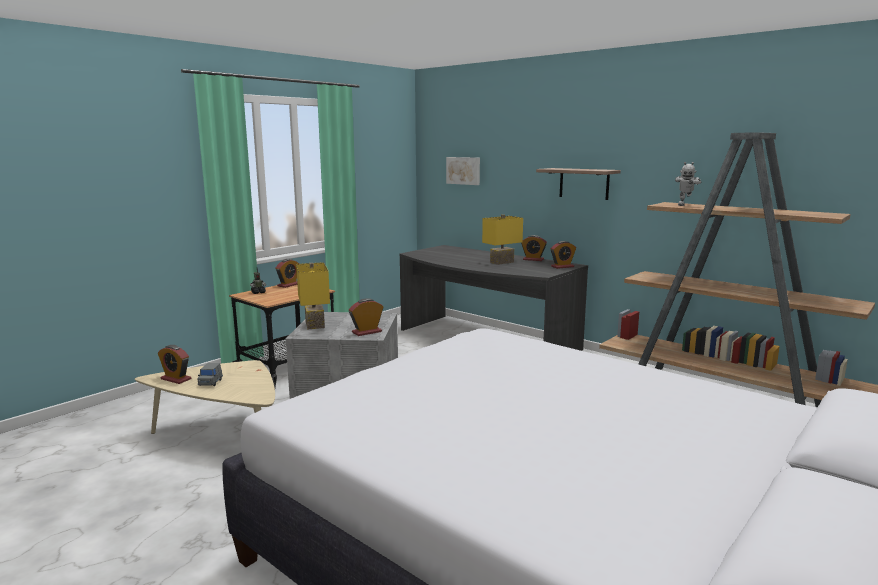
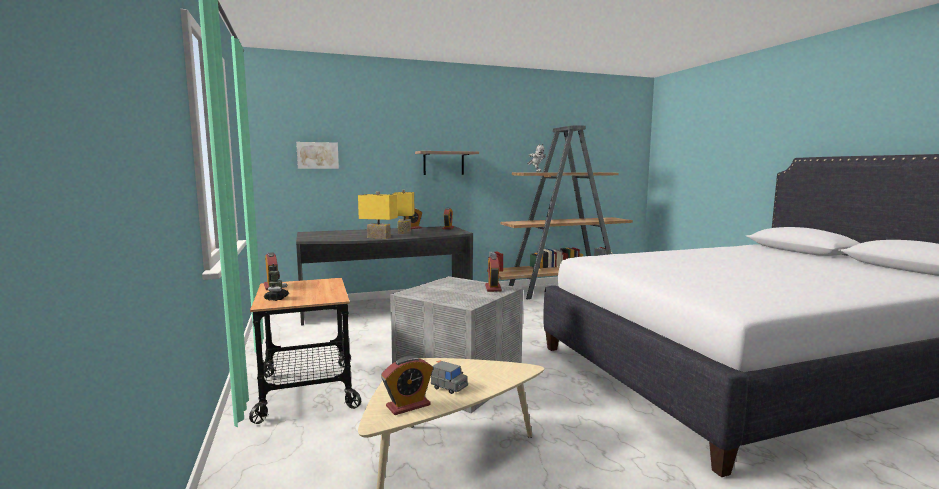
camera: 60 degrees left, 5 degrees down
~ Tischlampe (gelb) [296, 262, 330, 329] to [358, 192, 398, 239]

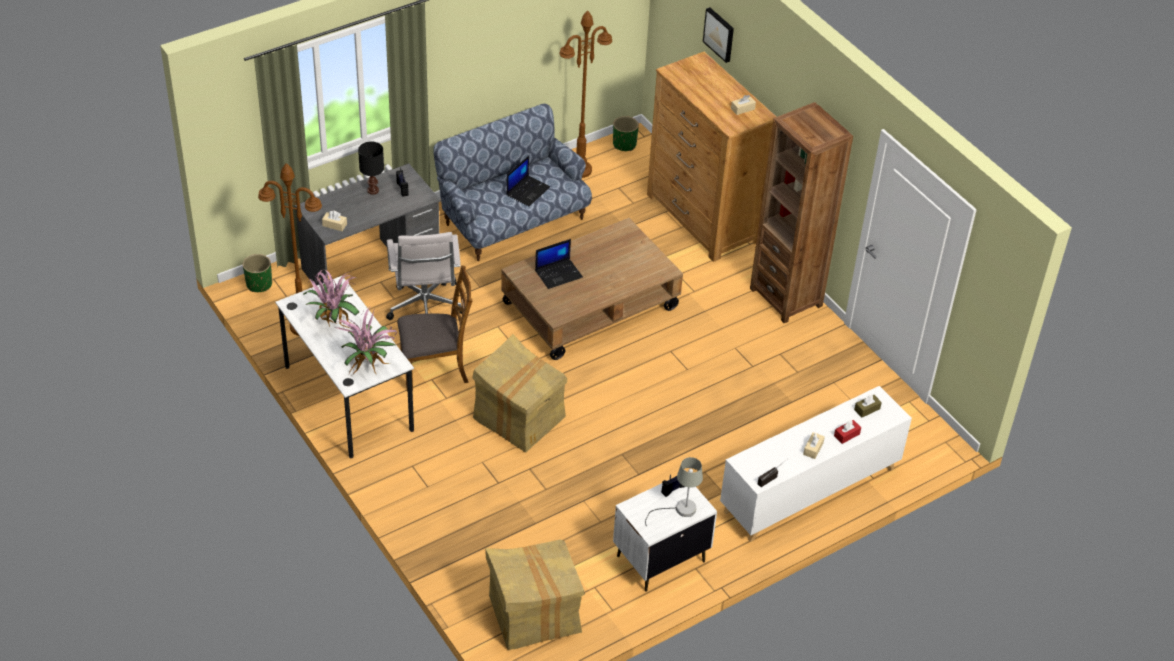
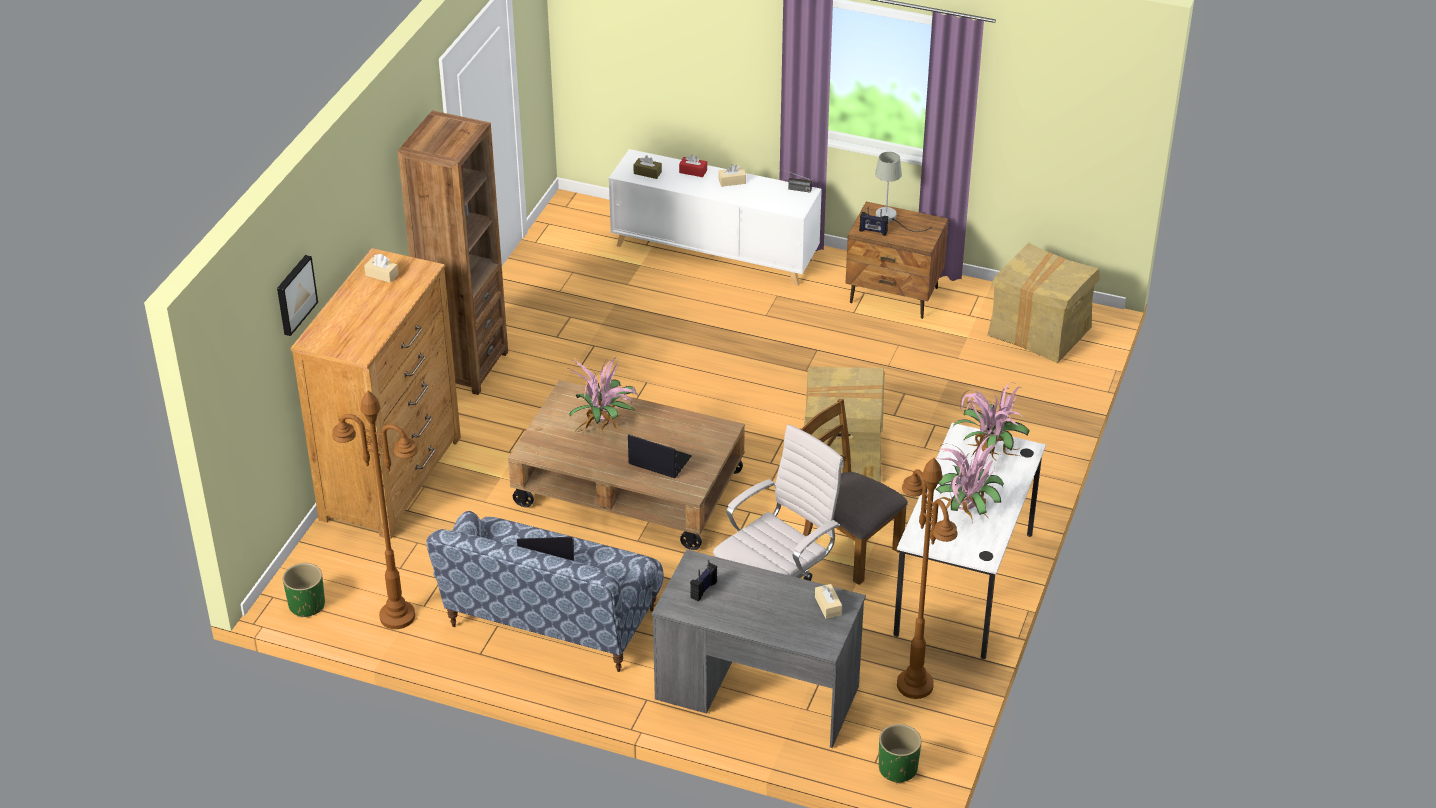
camera: 125 degrees left, 5 degrees down
- Tischlampe (schwarz) [358, 142, 384, 195]
~ Nachttisch (weiß) [613, 480, 717, 592] to Nachttisch (braun) [846, 202, 948, 319]
+ Topfpflanze [569, 357, 638, 436]

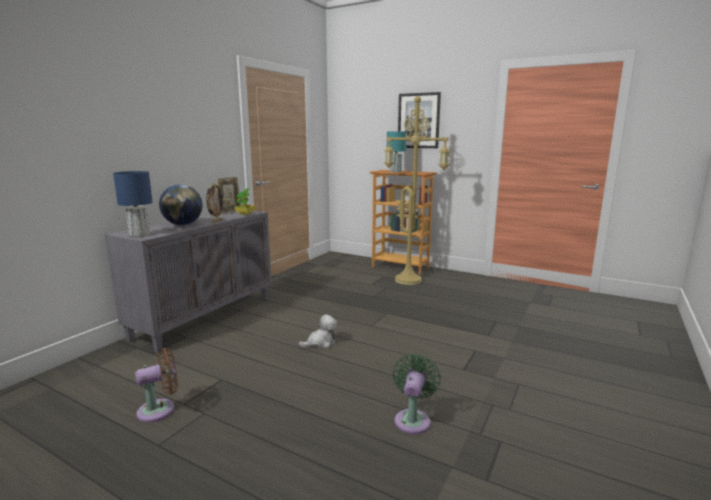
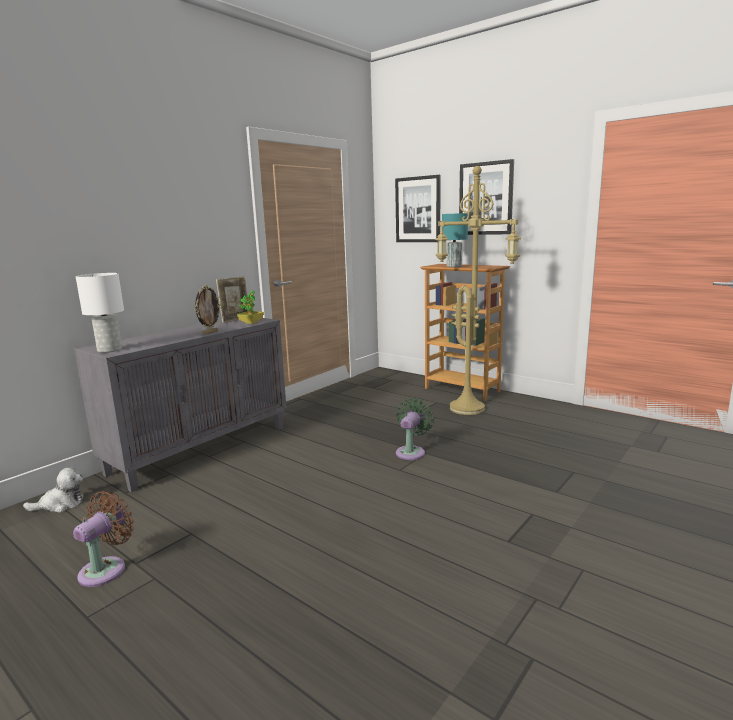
camera: 10 degrees right, 0 degrees up
~ Tischlampe (blau) [113, 171, 153, 237] to Tischlampe (weiß) [76, 273, 124, 353]
~ Ventilator (braun) [135, 348, 178, 422] = [73, 491, 134, 587] 45 degrees counterclockwise
- Globus [159, 184, 203, 225]
~ Plüschtier [298, 315, 337, 348] to [23, 467, 84, 513]
~ Ventilator (grün) [393, 354, 441, 434] to [396, 398, 434, 460]
+ Bild [395, 175, 441, 242]

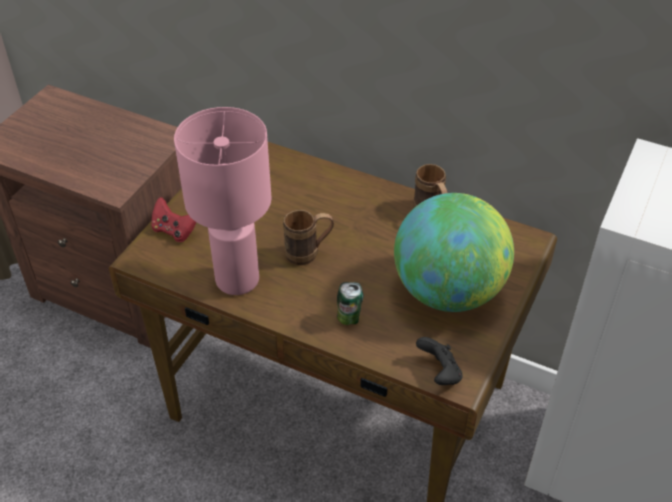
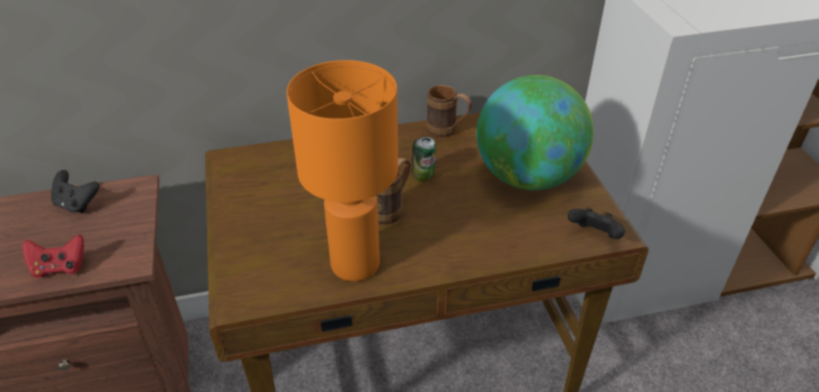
camera: 40 degrees left, 5 degrees down
~ Gamepad (rot) [151, 197, 197, 242] to [23, 235, 84, 278]
~ Tischlampe (rosa) [174, 107, 272, 295] to Tischlampe (orange) [287, 60, 398, 281]
~ Dose [337, 282, 364, 325] to [411, 137, 436, 181]
+ Gamepad (schwarz) [51, 170, 99, 213]

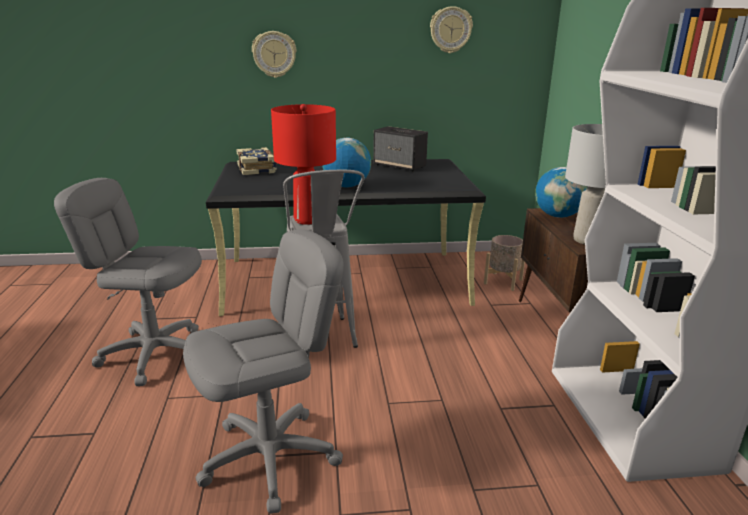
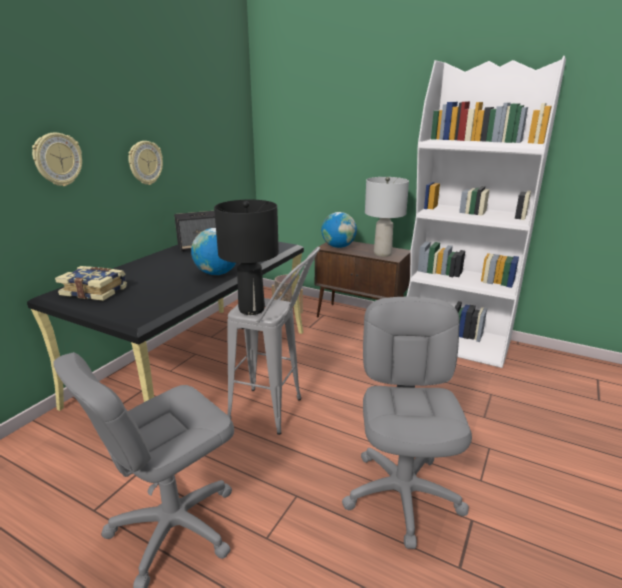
camera: 55 degrees left, 0 degrees up
~ Tischlampe (rot) [271, 104, 336, 225] to Tischlampe (schwarz) [214, 200, 279, 315]
~ Wanduhr [430, 6, 473, 53] to [128, 141, 163, 185]

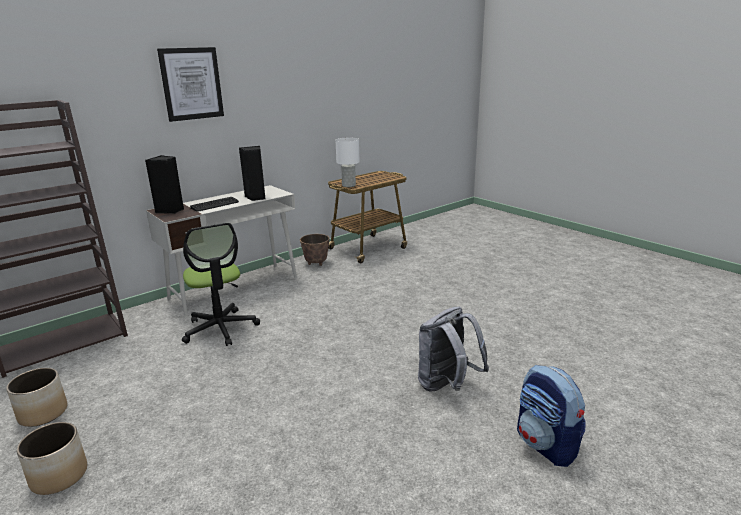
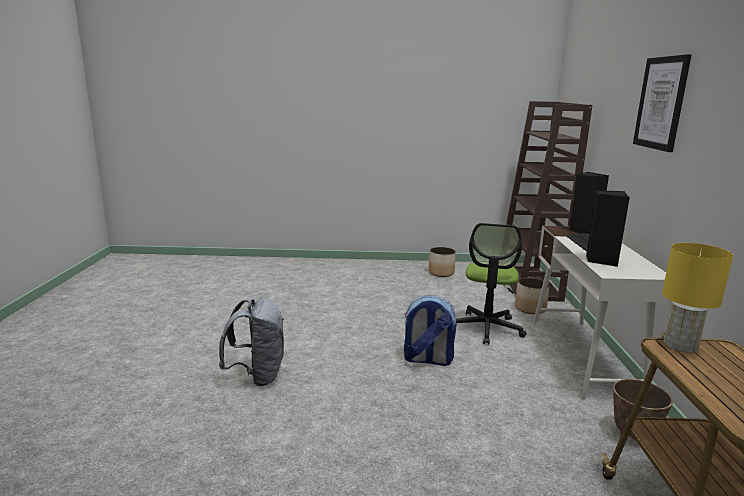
camera: 130 degrees right, 5 degrees down
~ Pflanzkübel [16, 422, 87, 495] to [515, 278, 550, 314]
~ Bürostuhl [182, 223, 260, 346] = [456, 223, 527, 345] 90 degrees counterclockwise
~ Tischlampe (weiß) [336, 138, 360, 187] to Tischlampe (gelb) [662, 243, 733, 353]
~ Rucksack [517, 365, 586, 467] to [404, 295, 456, 366]

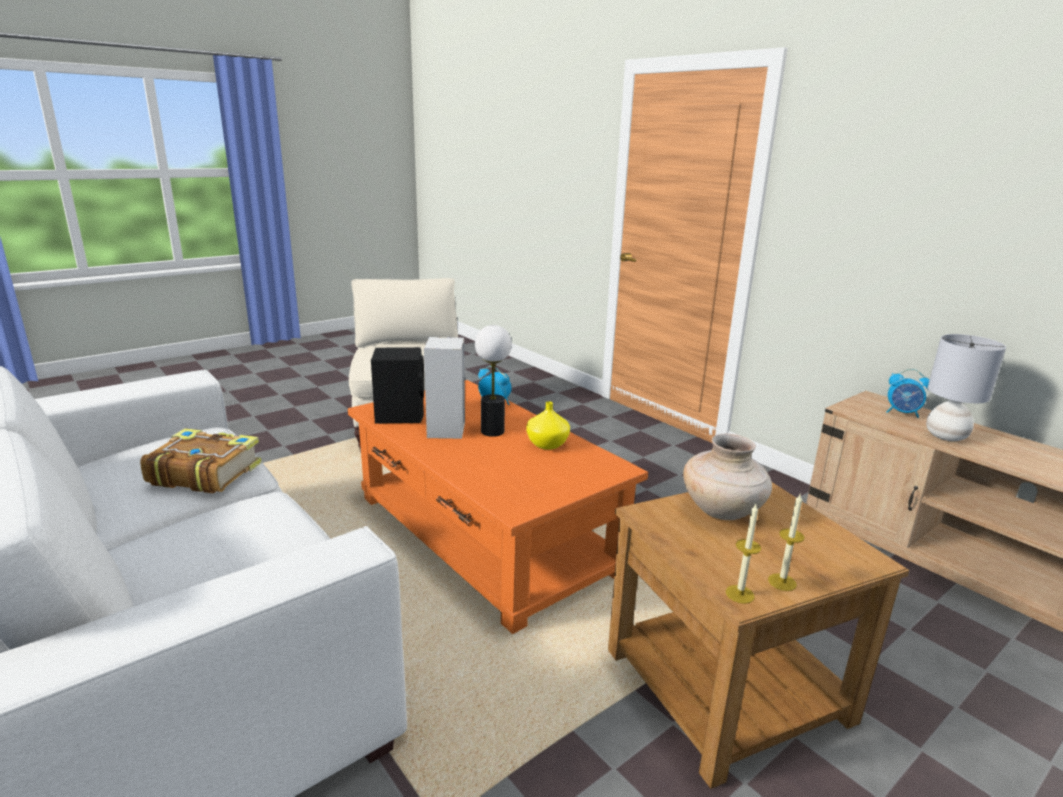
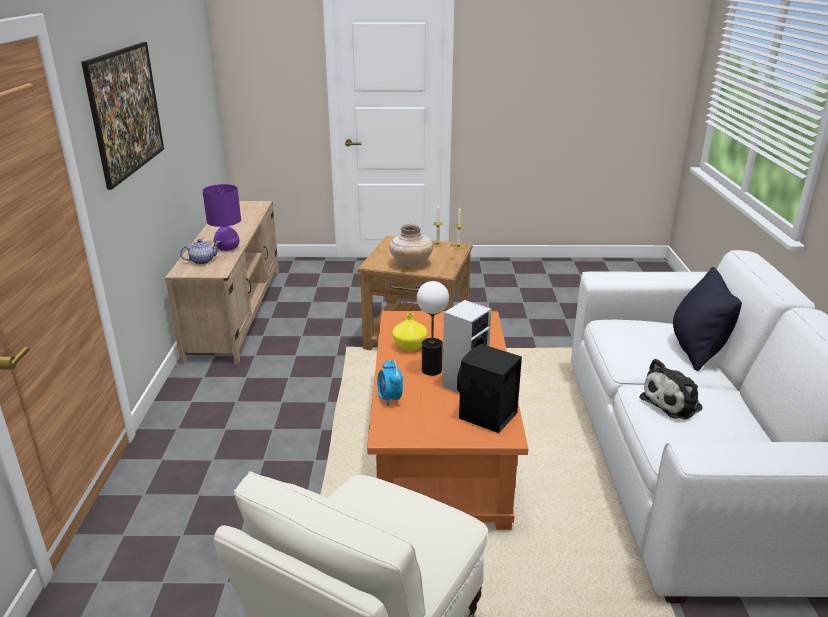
camera: 140 degrees left, 5 degrees up
~ Buch [140, 428, 262, 493] to Plüschtier [639, 359, 703, 420]
~ Wecker [887, 369, 930, 418] to Teekanne [180, 239, 220, 265]
~ Tischlampe (grau) [926, 334, 1006, 441] to Tischlampe (lila) [202, 184, 241, 251]
+ Bild [81, 42, 164, 190]
+ Kissen (schwarz) [673, 267, 742, 371]

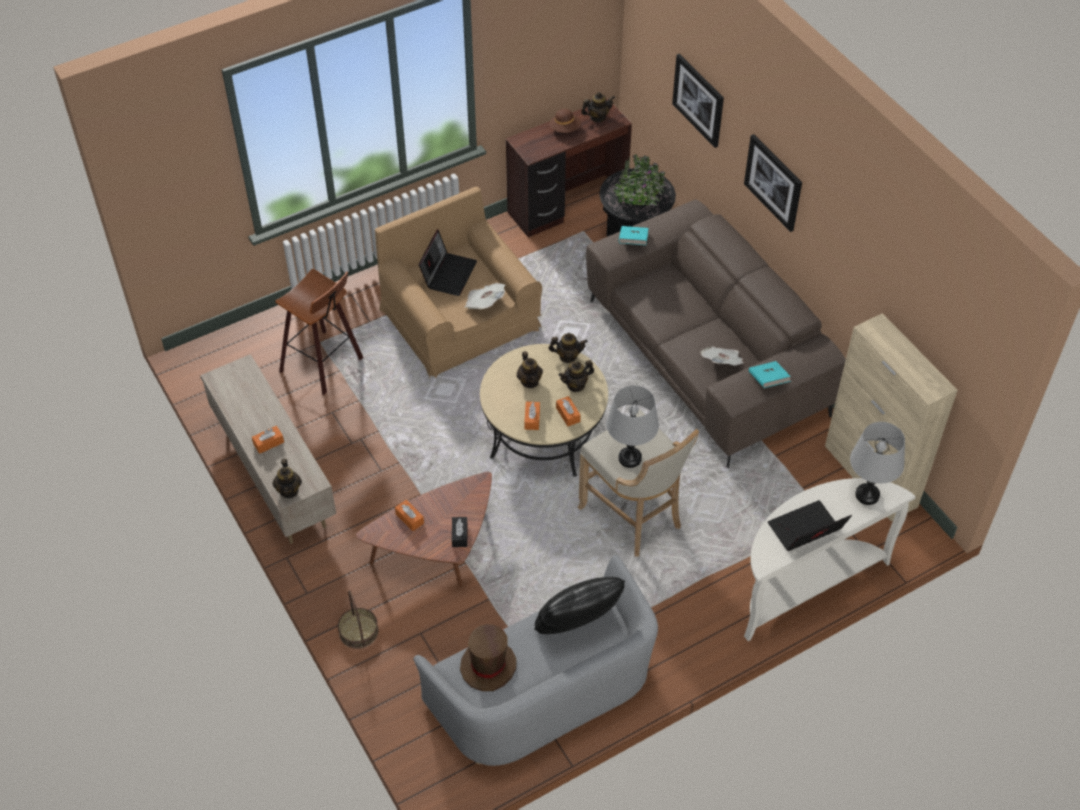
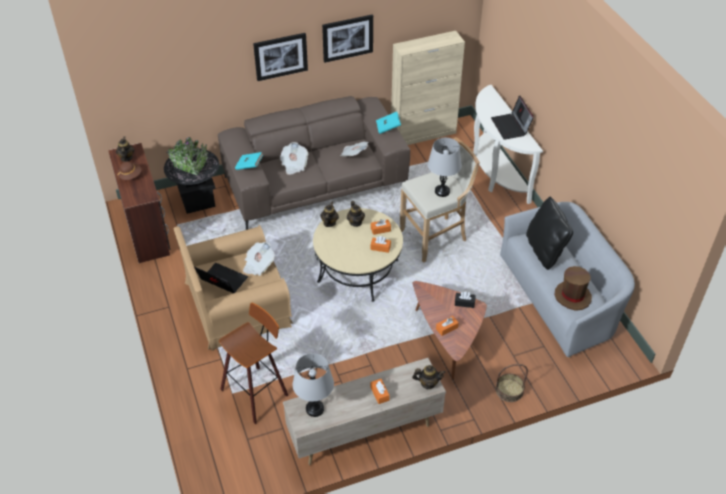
camera: 80 degrees left, 5 degrees down
- Teekanne [517, 351, 543, 388]
~ Bild [672, 54, 724, 148] to [322, 14, 373, 63]
~ Tischlampe (grau) [850, 422, 905, 505] to [293, 353, 334, 417]
+ Zeitung [280, 142, 308, 175]

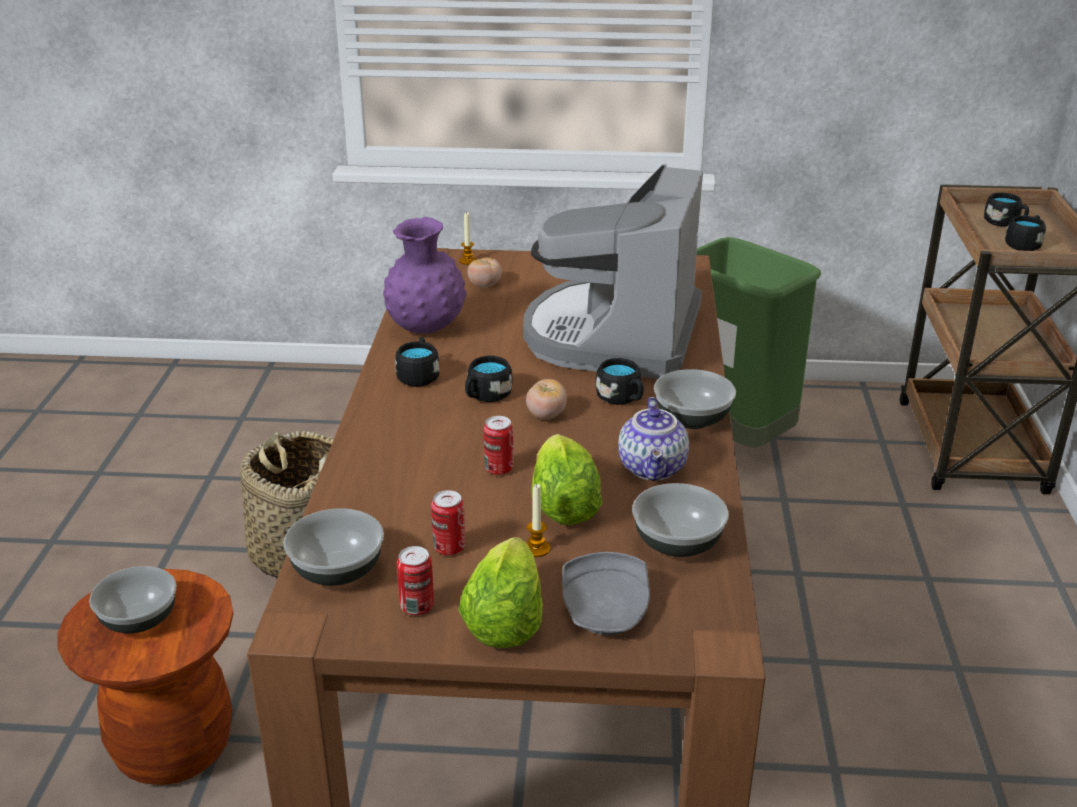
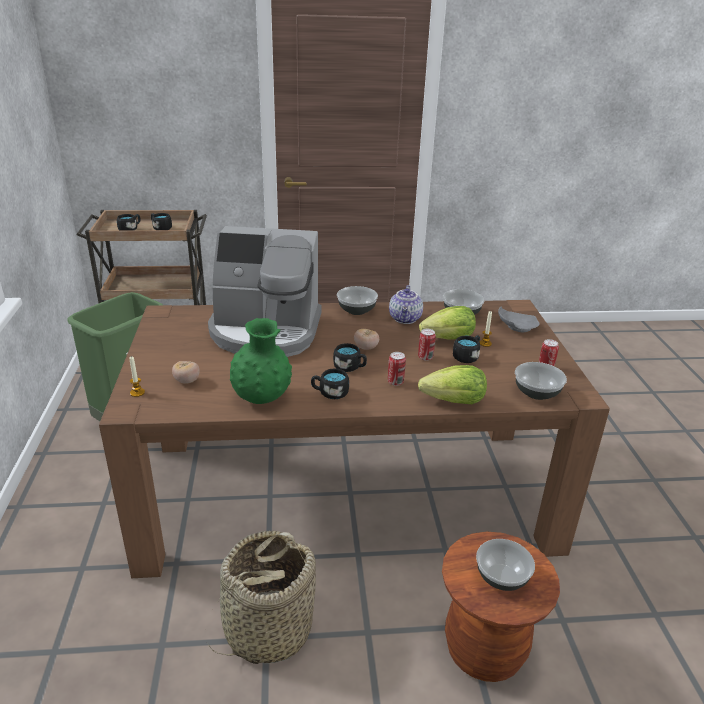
camera: 100 degrees left, 0 degrees up
~ Vase (lila) [383, 217, 467, 334] to Vase (grün) [230, 318, 292, 404]
~ Dose [431, 490, 465, 555] to [388, 352, 406, 386]
~ Salatkopf [458, 537, 543, 648] to [418, 365, 487, 404]
~ Henkelbecher (schwarz) [596, 358, 644, 405] to [453, 335, 480, 363]
~ Teekanne [618, 397, 689, 481] = [389, 285, 423, 324] 105 degrees clockwise

